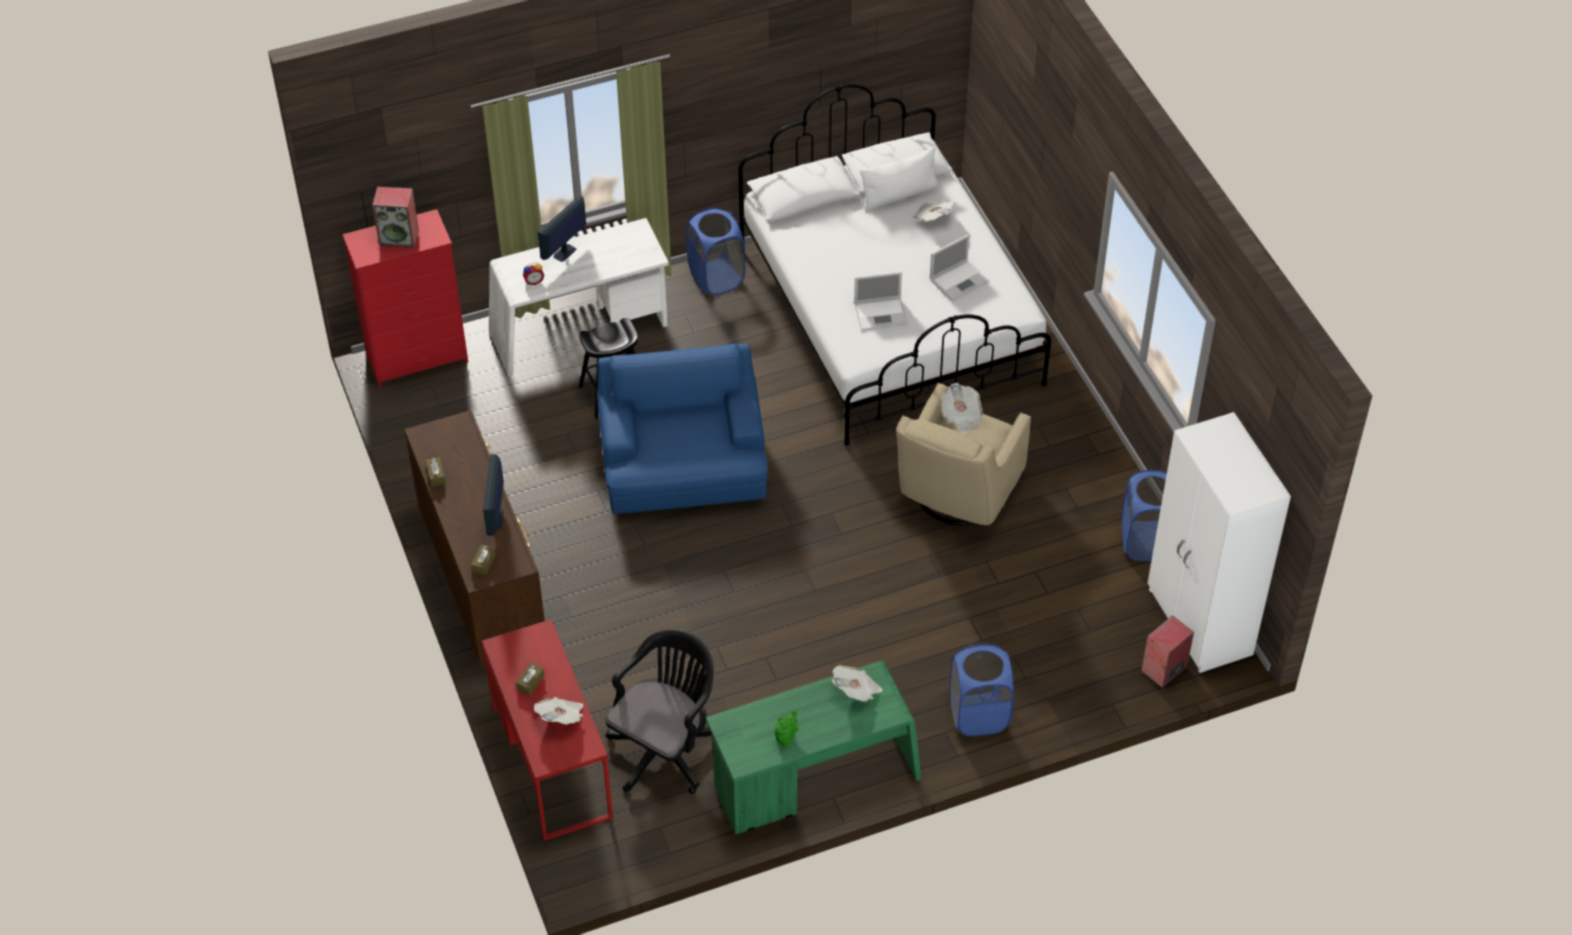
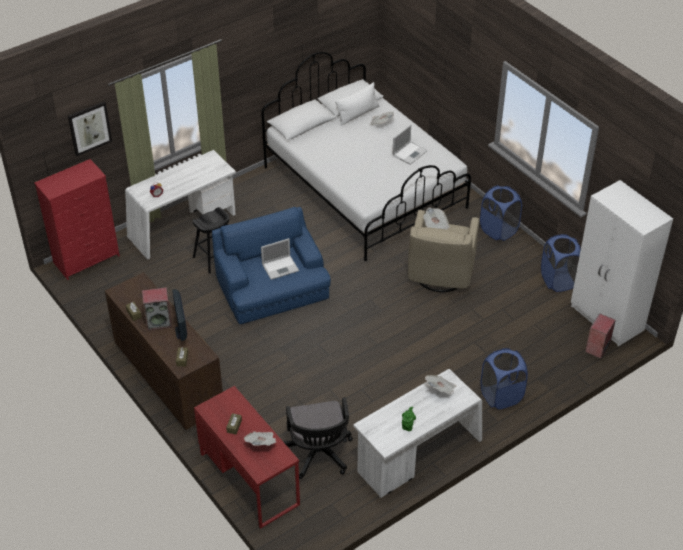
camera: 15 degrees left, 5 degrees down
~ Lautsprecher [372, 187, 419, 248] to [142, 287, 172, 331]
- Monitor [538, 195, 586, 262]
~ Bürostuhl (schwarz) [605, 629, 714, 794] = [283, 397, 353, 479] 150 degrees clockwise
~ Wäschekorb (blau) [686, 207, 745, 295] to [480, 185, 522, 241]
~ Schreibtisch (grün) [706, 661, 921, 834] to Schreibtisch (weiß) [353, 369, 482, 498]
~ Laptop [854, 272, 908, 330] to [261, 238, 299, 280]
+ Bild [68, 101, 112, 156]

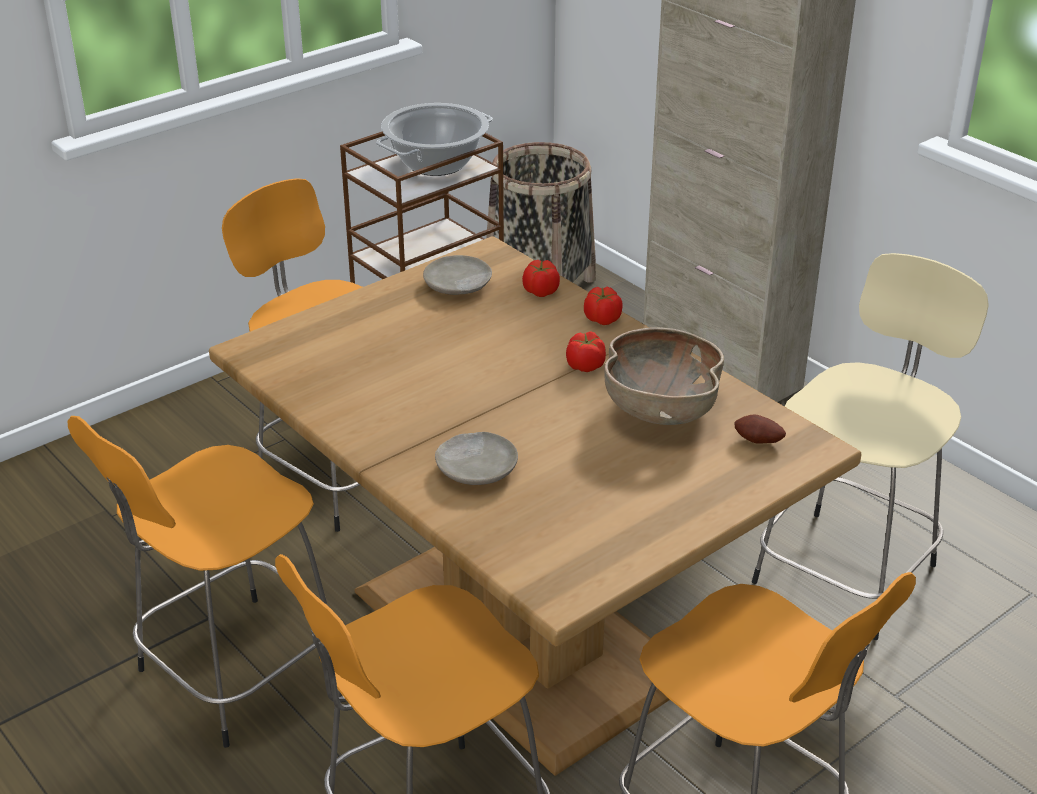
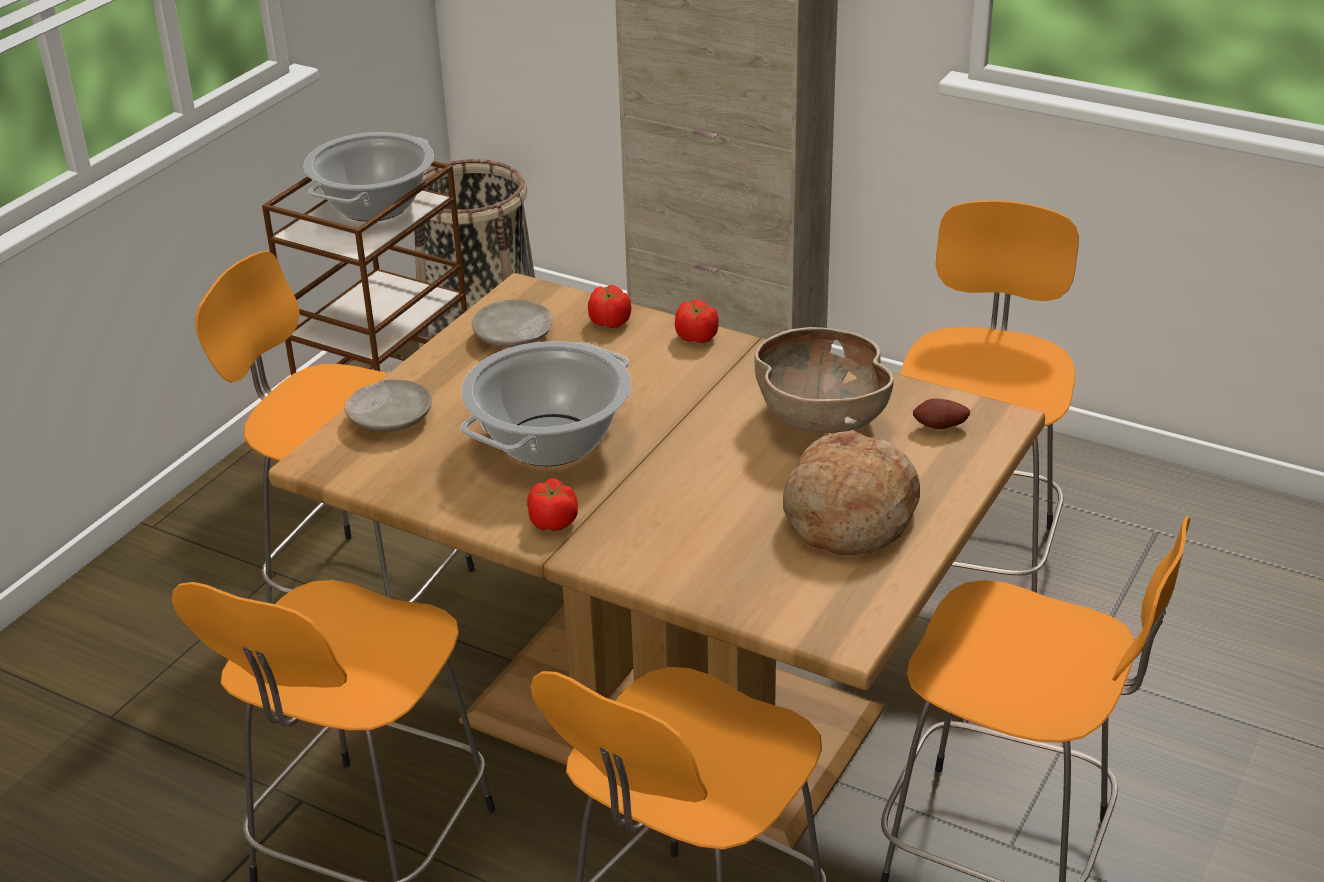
camera: 20 degrees left, 0 degrees up
~ Teller (beige) [435, 432, 518, 485] to [344, 379, 432, 432]
~ Tomate [566, 331, 606, 372] to [527, 478, 578, 531]
~ Hocker (beige) [752, 253, 989, 640] to Hocker (orange) [900, 200, 1079, 593]
+ Kochtopf [460, 341, 631, 466]
+ Brot [783, 431, 920, 555]

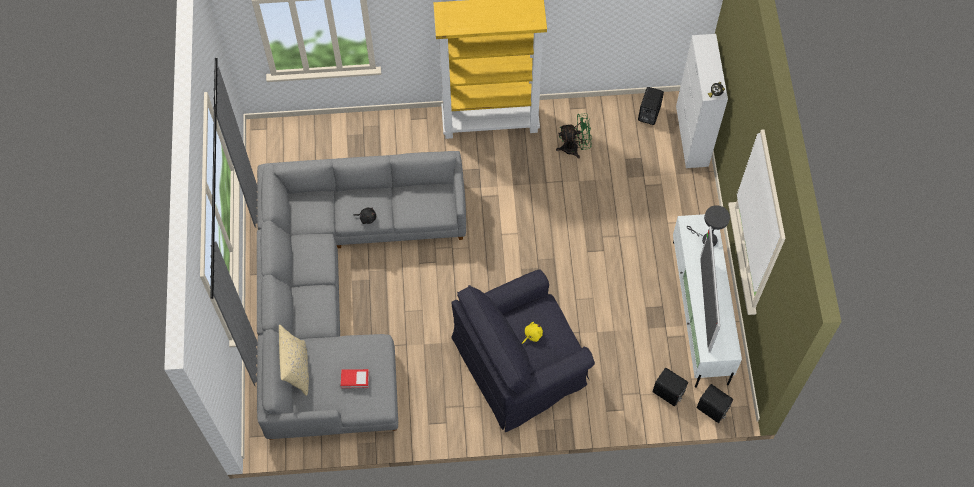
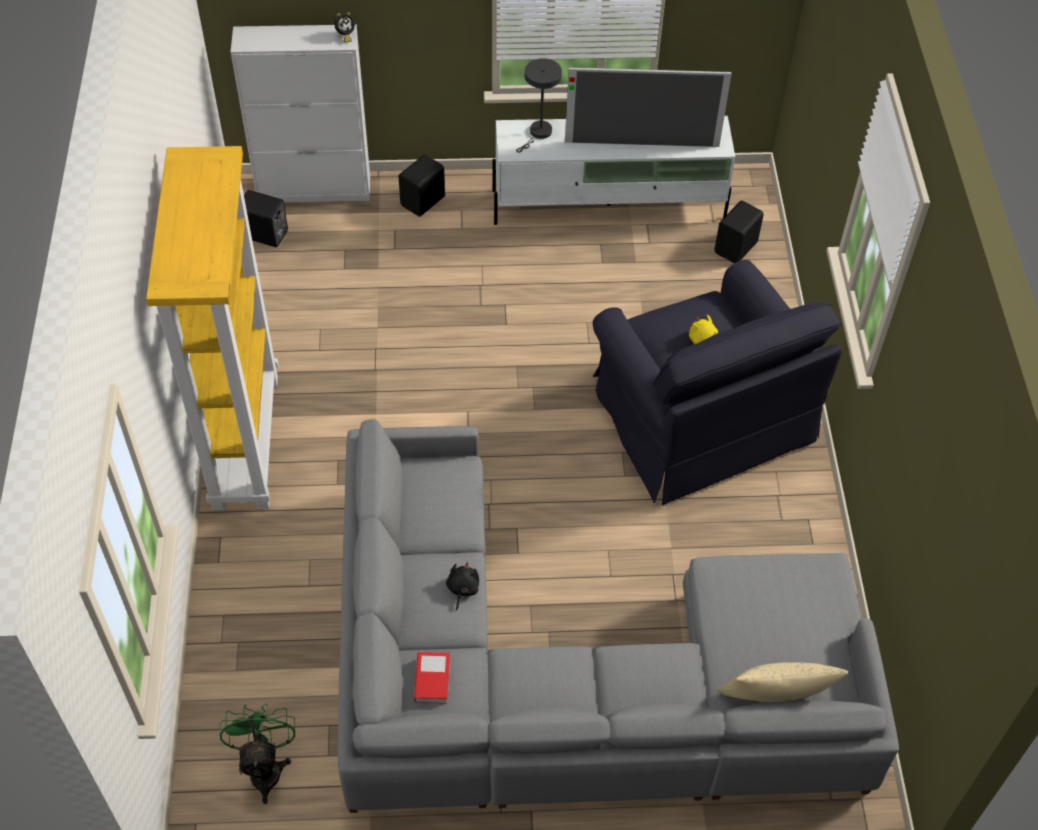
camera: 90 degrees left, 10 degrees down
~ Buch [341, 369, 369, 388] to [414, 652, 450, 704]
~ Ventilator (grün) [556, 113, 592, 159] to [220, 703, 295, 804]
~ Lautsprecher (schwarz) [697, 384, 733, 423] to [399, 154, 445, 217]

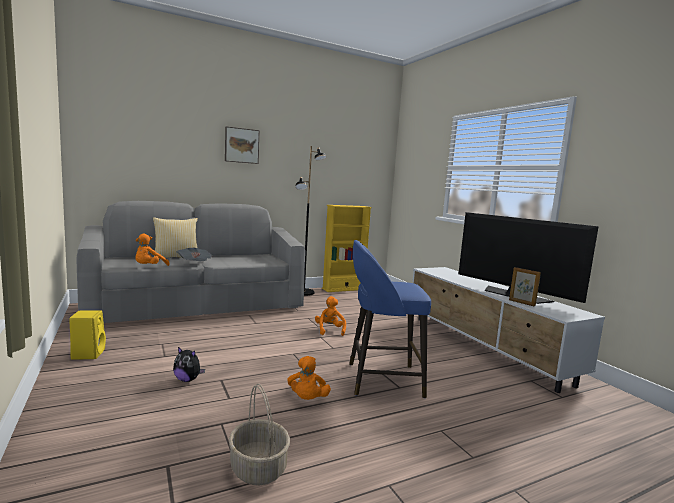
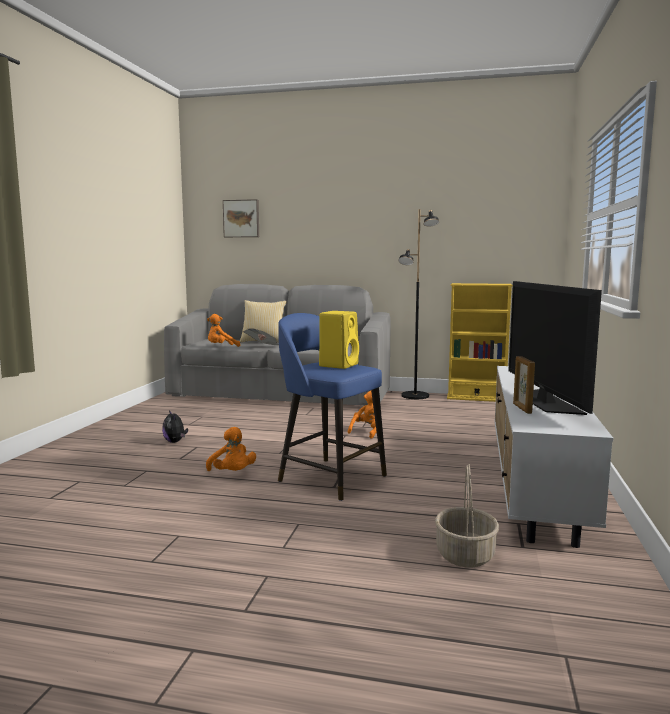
camera: 40 degrees right, 0 degrees up
~ Lautsprecher (gelb) [69, 310, 106, 360] to [319, 311, 359, 369]
~ Bild [225, 127, 260, 164] to [223, 199, 259, 237]
~ Korb [229, 384, 290, 485] to [435, 464, 499, 567]
~ Plüschtier (orange) [287, 356, 331, 400] = [206, 427, 256, 471] 75 degrees counterclockwise

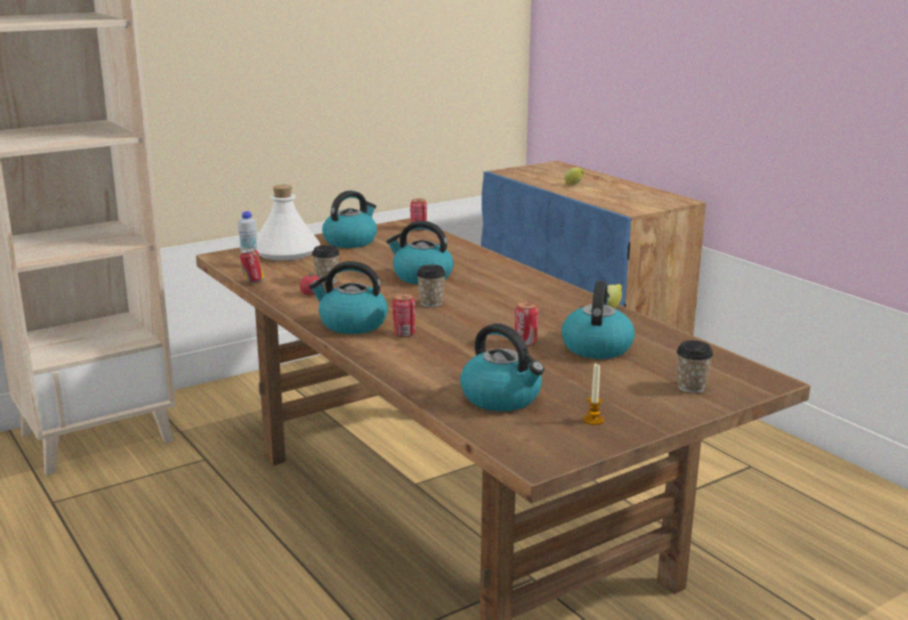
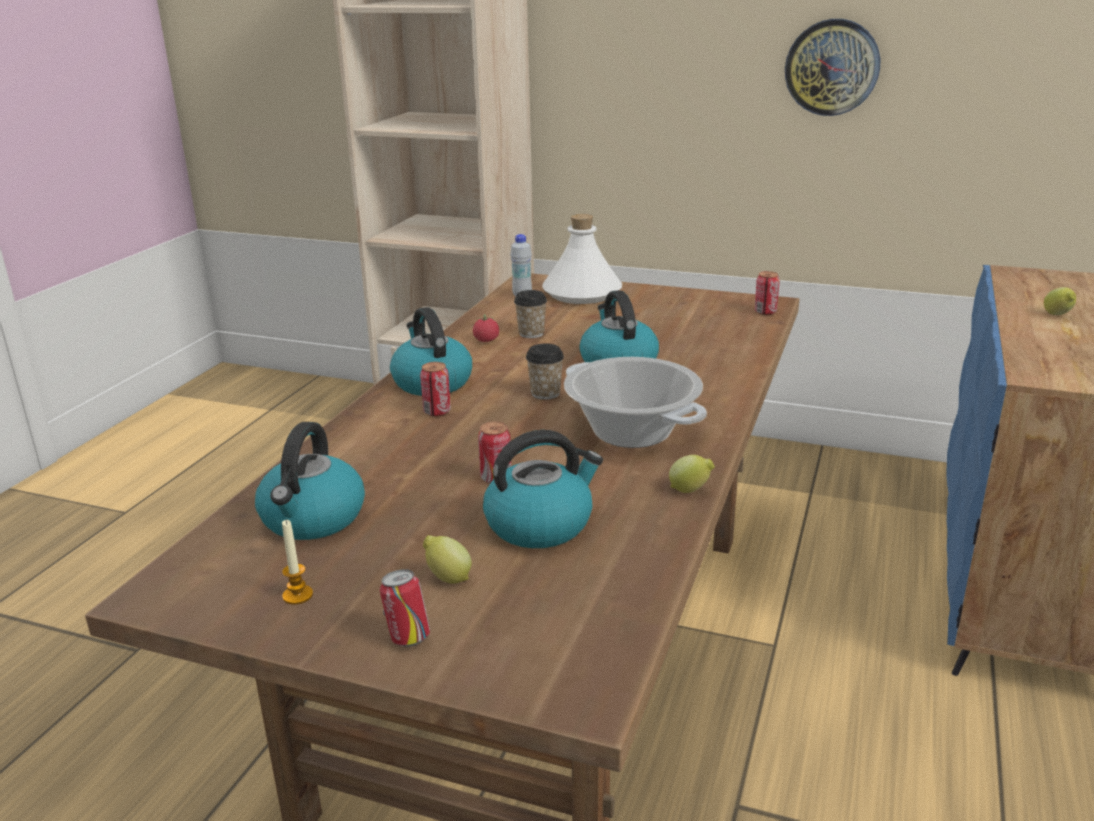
camera: 55 degrees right, 5 degrees up
~ Dose [240, 247, 265, 283] to [380, 569, 430, 647]
- Wasserkessel [322, 190, 377, 248]
- Tasse [677, 340, 713, 393]
+ Zitrone [423, 535, 472, 584]
+ Kochtopf [564, 357, 707, 448]
+ Wanduhr [785, 19, 880, 116]

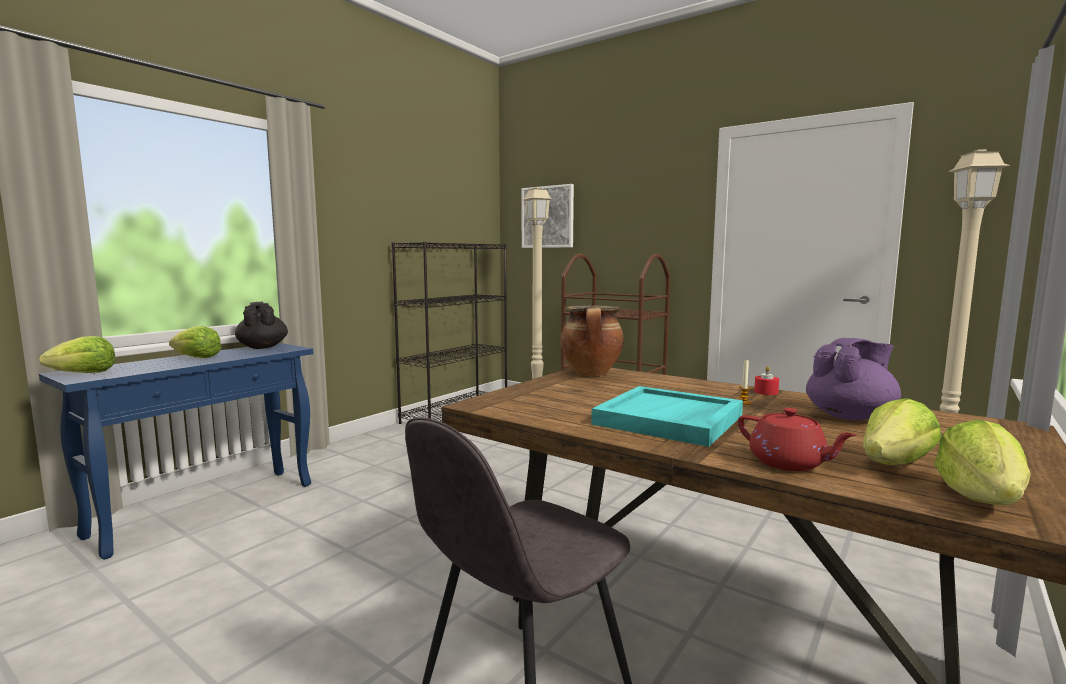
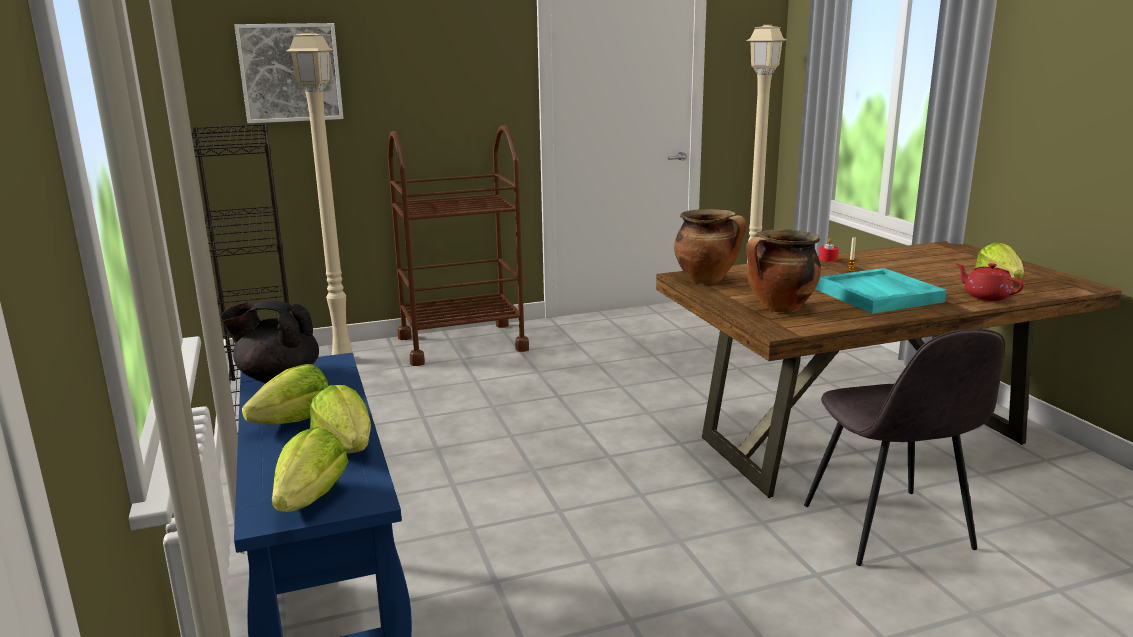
camera: 55 degrees left, 10 degrees up
~ Teekanne (rot) [738, 408, 857, 471] = [956, 263, 1024, 301] 120 degrees counterclockwise
- Teekanne (lila) [806, 338, 901, 420]
~ Salatkopf [934, 420, 1031, 505] to [310, 385, 371, 454]
+ Kochtopf [746, 229, 821, 313]

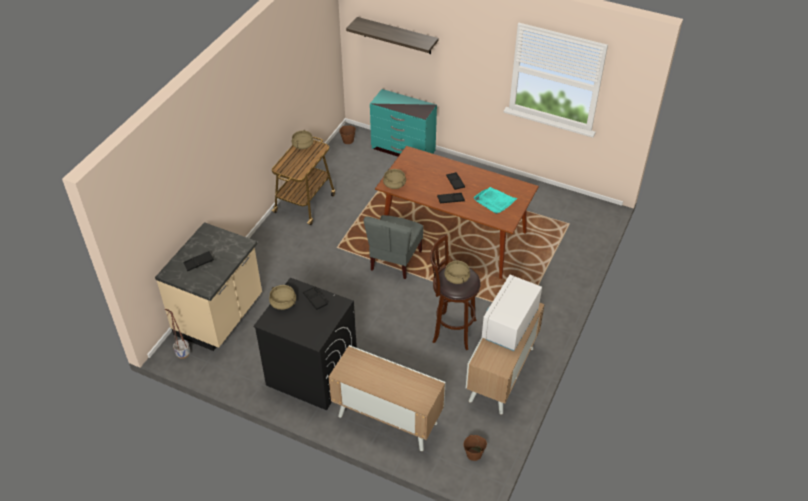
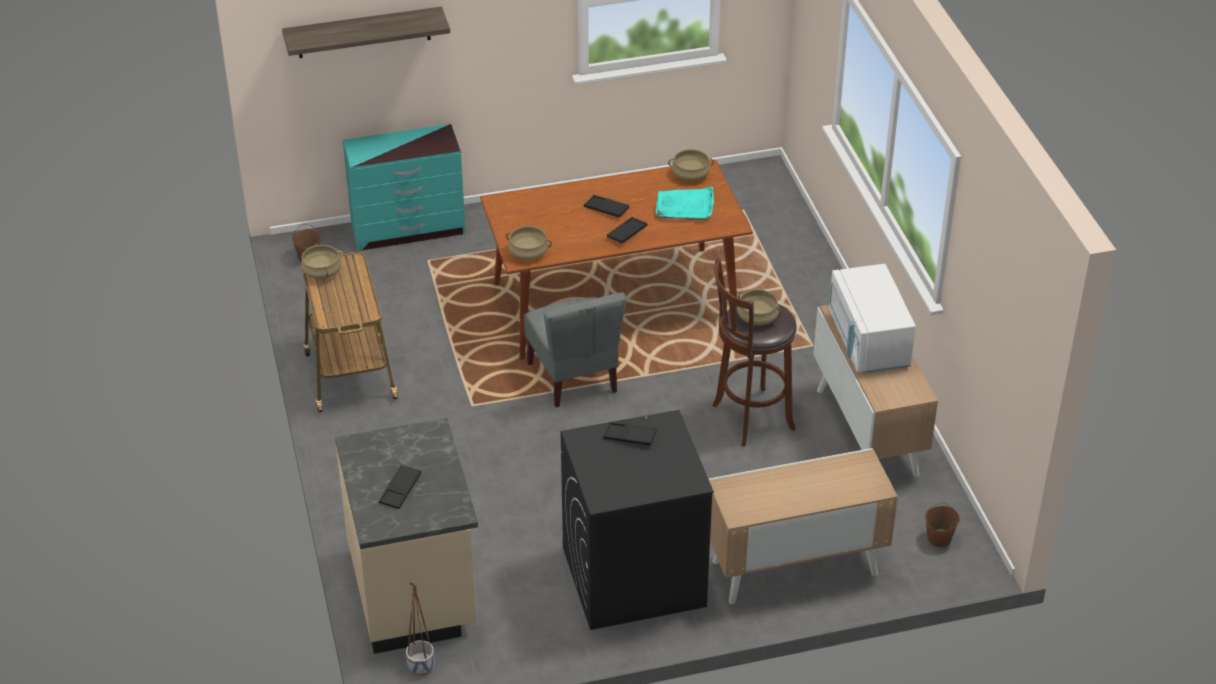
camera: 40 degrees left, 5 degrees down
~ Kochtopf (beige) [269, 285, 296, 310] to [668, 149, 714, 181]

